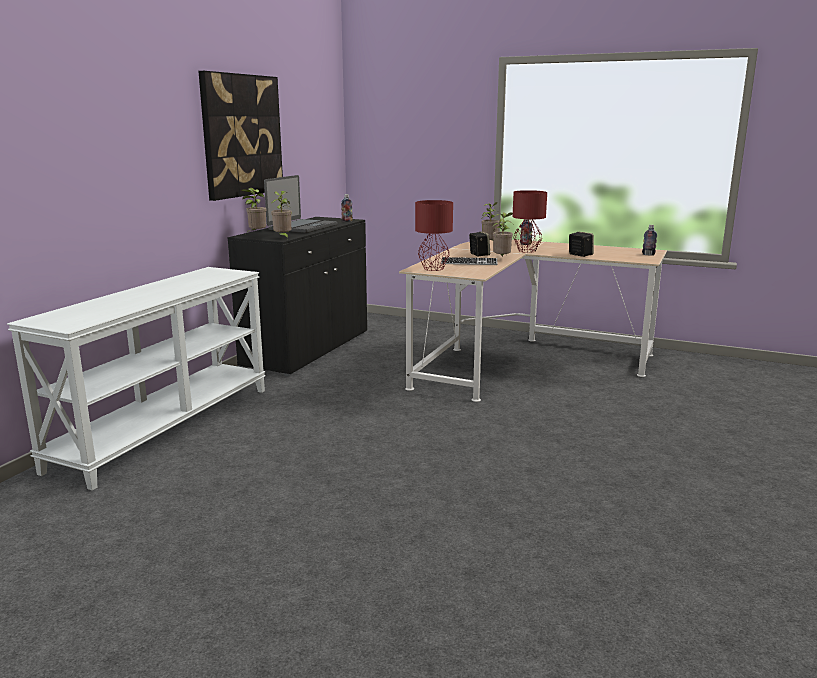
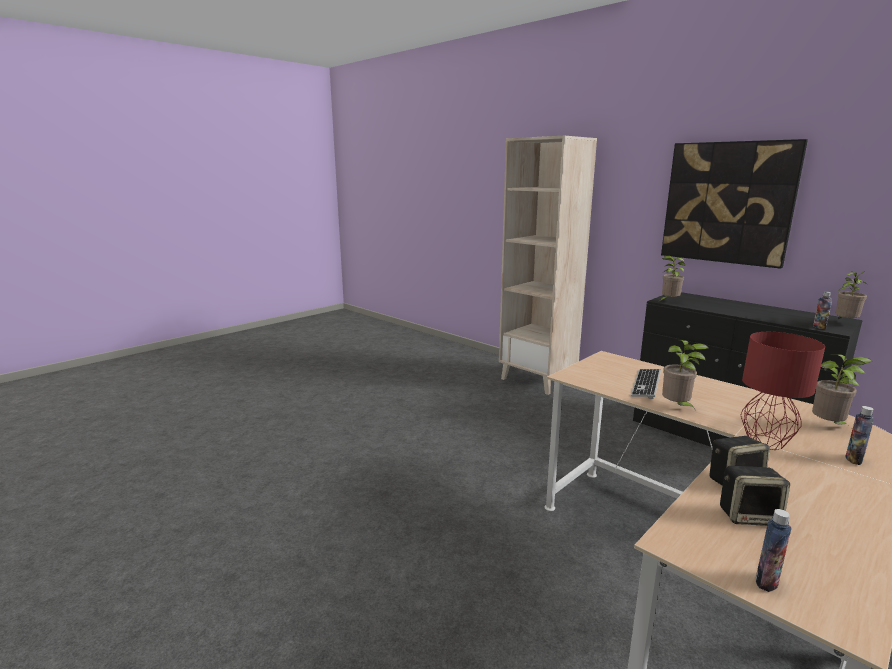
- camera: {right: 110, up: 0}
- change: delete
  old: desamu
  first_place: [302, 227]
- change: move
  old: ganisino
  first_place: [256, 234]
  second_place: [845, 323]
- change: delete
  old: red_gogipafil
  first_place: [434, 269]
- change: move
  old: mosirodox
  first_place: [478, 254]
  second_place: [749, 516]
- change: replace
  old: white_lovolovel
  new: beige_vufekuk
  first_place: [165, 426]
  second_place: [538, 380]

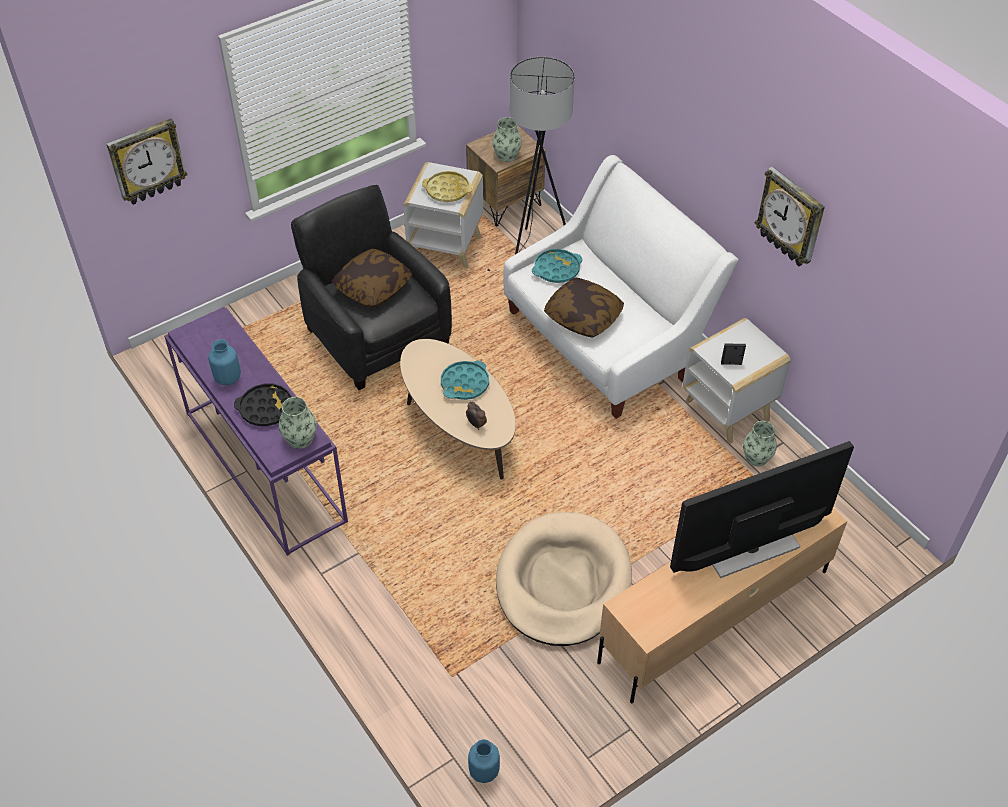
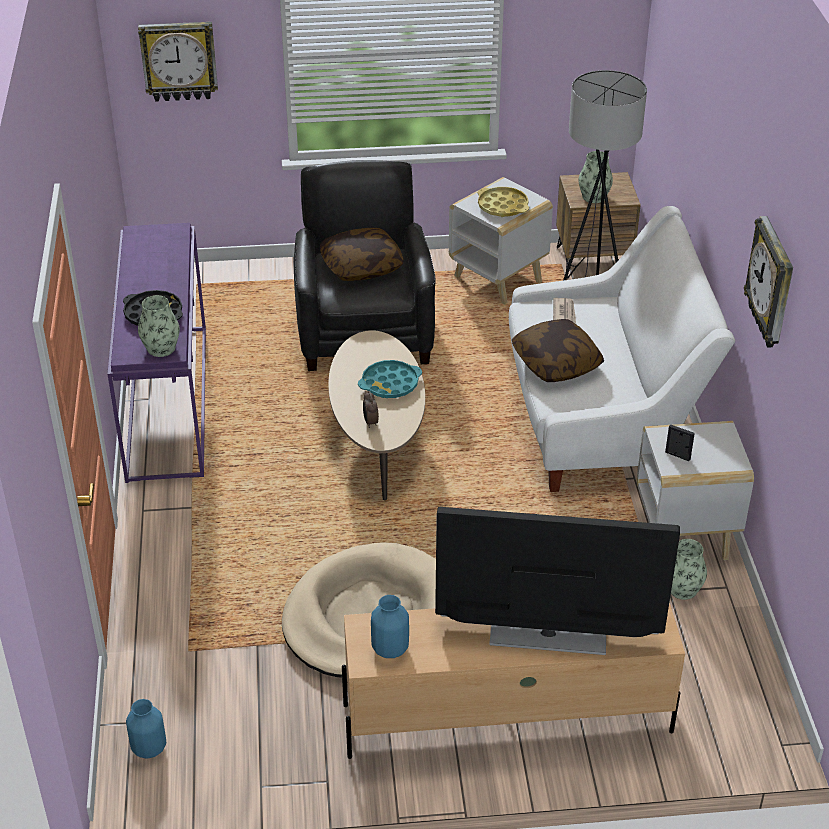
- camera: {right: 30, up: -10}
- change: replace
  old: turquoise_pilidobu
  new: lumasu
  first_place: [556, 269]
  second_place: [564, 313]
- change: move
  old: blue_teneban
  first_place: [228, 378]
  second_place: [391, 648]

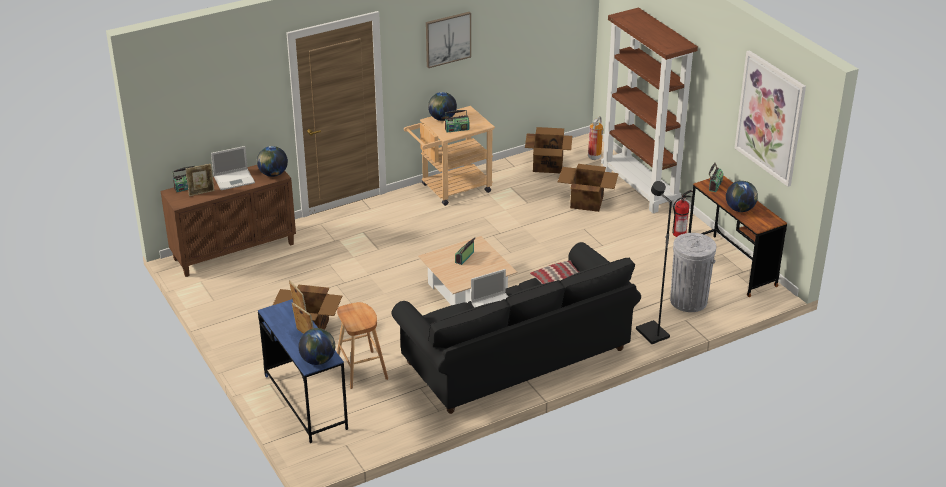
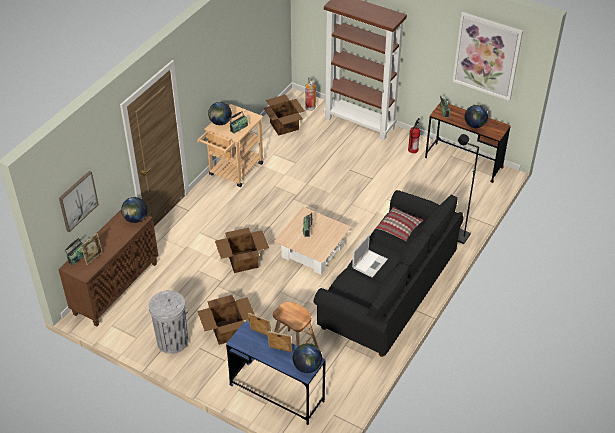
- camera: {right: -30, up: 10}
- change: move
  old: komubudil
  first_place: [448, 39]
  second_place: [78, 200]
- change: delete
  old: desamu
  first_place: [235, 179]
- change: move
  old: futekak
  first_place: [586, 201]
  second_place: [242, 261]
- change: move
  old: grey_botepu
  first_place: [688, 301]
  second_place: [172, 341]

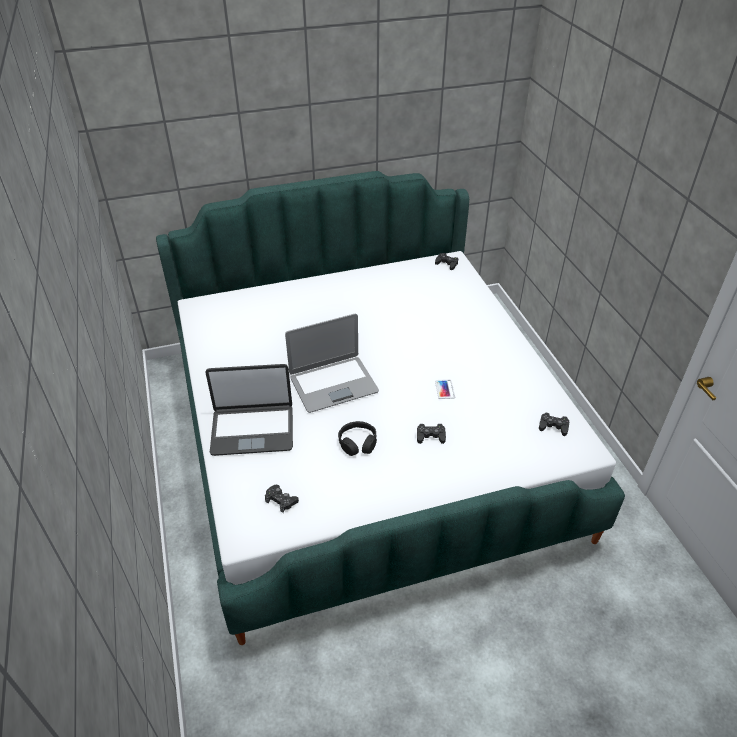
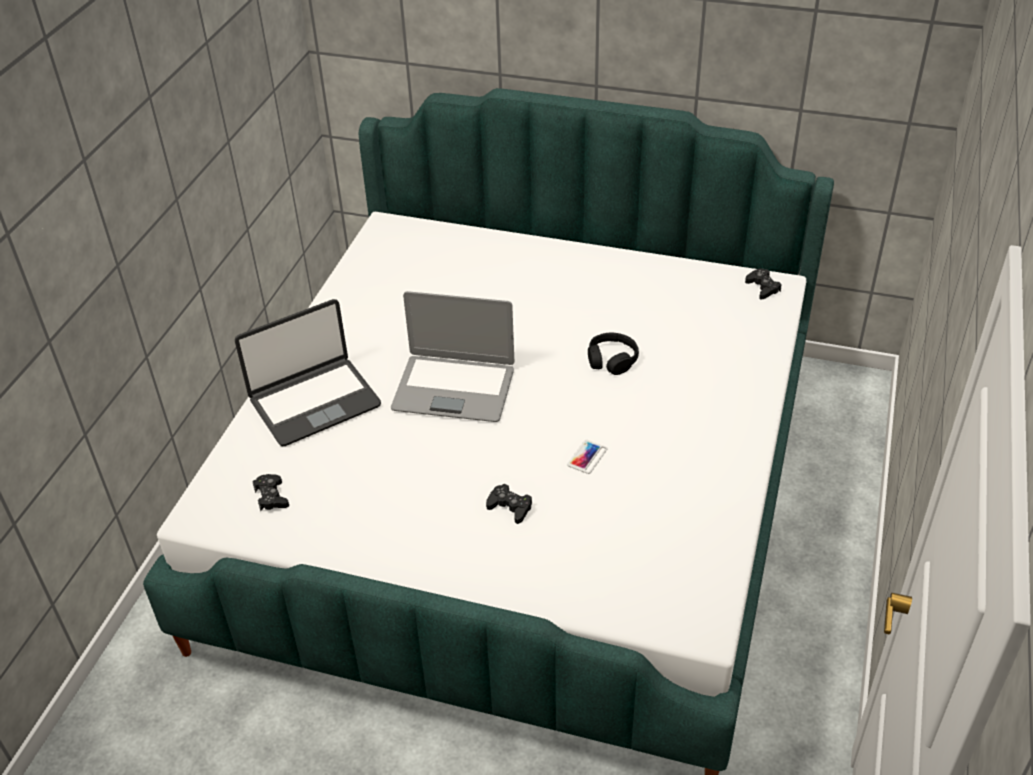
- camera: {right: 35, up: 0}
- change: rotate
  old: desamu
  first_place: [252, 430]
  second_place: [314, 402]
  degrees: -60
- change: delete
  old: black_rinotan
  first_place: [553, 426]
- change: move
  old: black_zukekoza
  first_place: [357, 443]
  second_place: [612, 360]

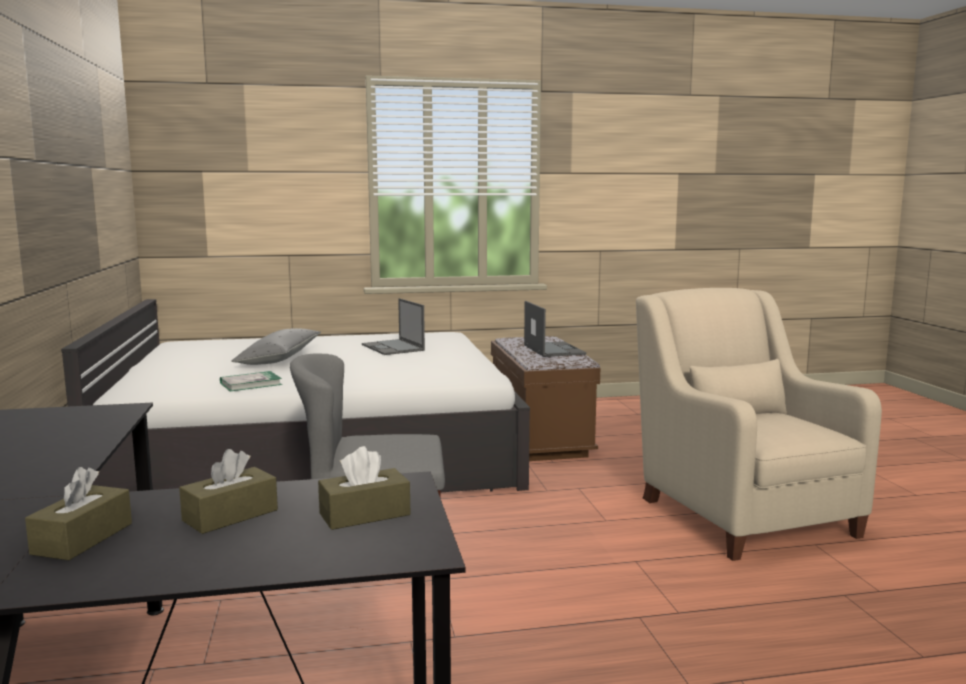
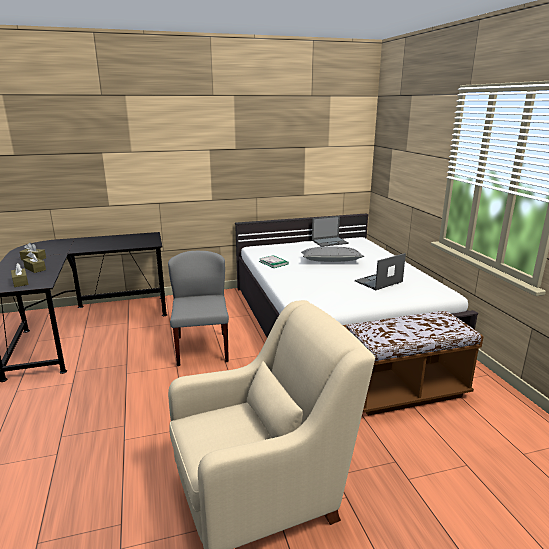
- camera: {right: 85, up: 10}
- change: move
  old: desamu
  first_place: [553, 349]
  second_place: [330, 242]

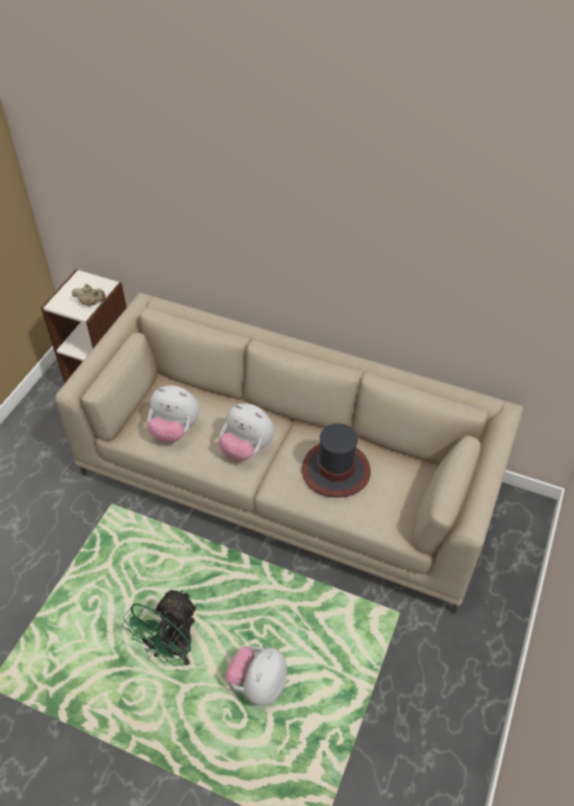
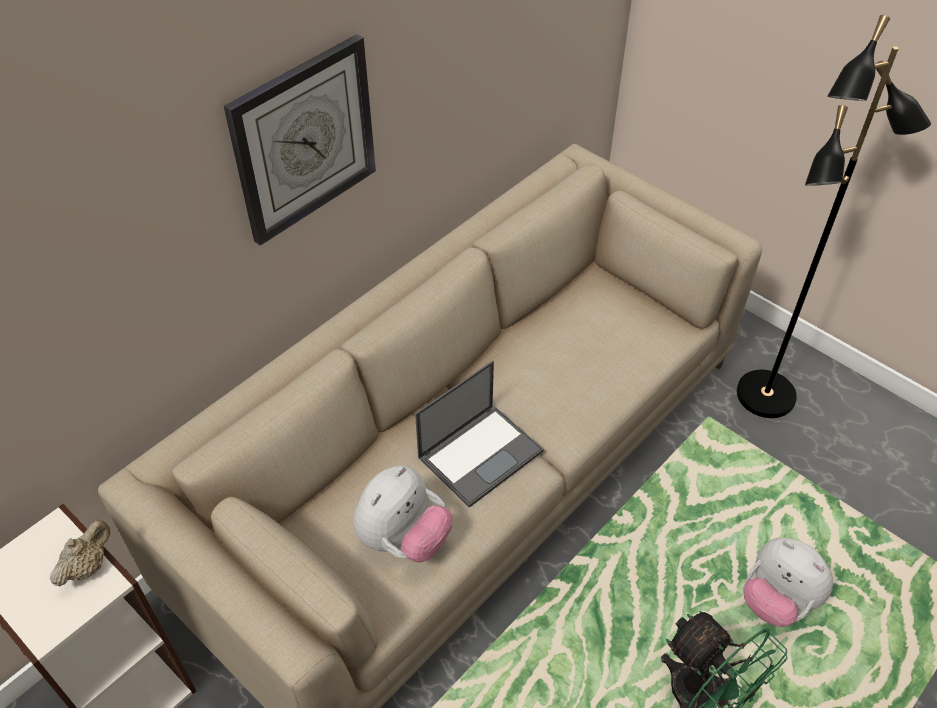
- camera: {right: -70, up: 0}
- change: replace
  old: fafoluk
  new: desamu
  first_place: [246, 448]
  second_place: [481, 453]
- change: delete
  old: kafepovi
  first_place: [336, 470]
- change: insert
  new: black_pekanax
  second_place: [766, 397]
- change: insert
  new: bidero
  second_place: [304, 139]

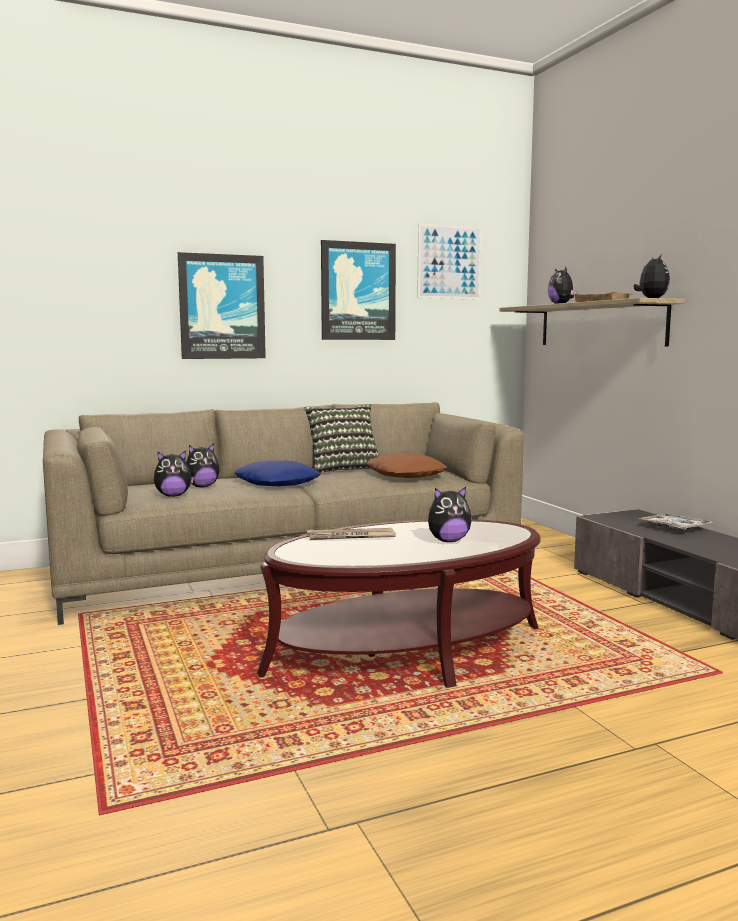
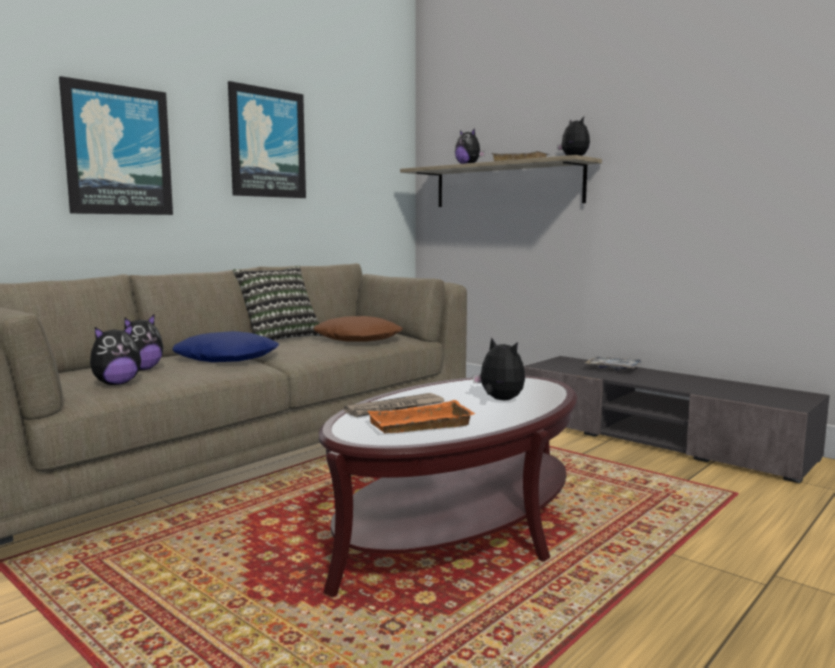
- camera: {right: -25, up: 0}
- change: delete
  old: komubudil
  first_place: [449, 262]
- change: rotate
  old: fafoluk
  first_place: [448, 541]
  second_place: [499, 400]
  degrees: -90
- change: insert
  new: orange_pilidobu
  second_place: [420, 426]

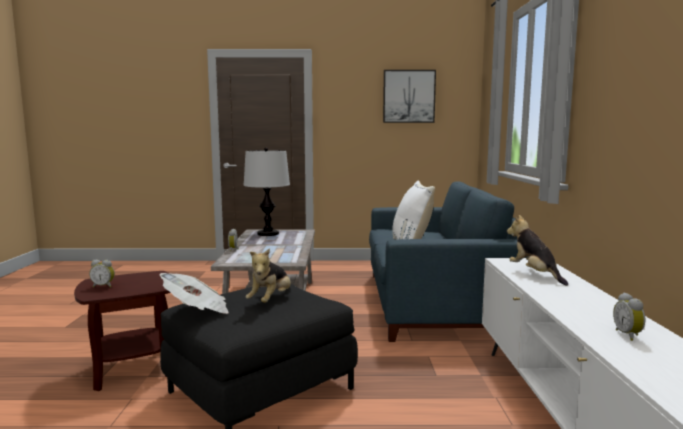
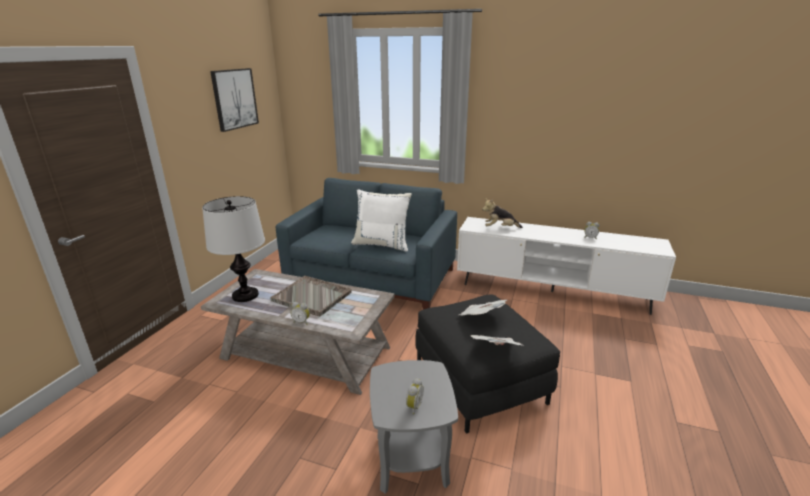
- camera: {right: -70, up: 15}
- change: replace
  old: fafoluk
  new: lumasu
  first_place: [271, 300]
  second_place: [481, 318]
- change: recolor
  old: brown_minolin
  new: grey_minolin
  first_place: [133, 368]
  second_place: [411, 459]
- change: insert
  new: grey_pilidobu
  second_place: [312, 297]

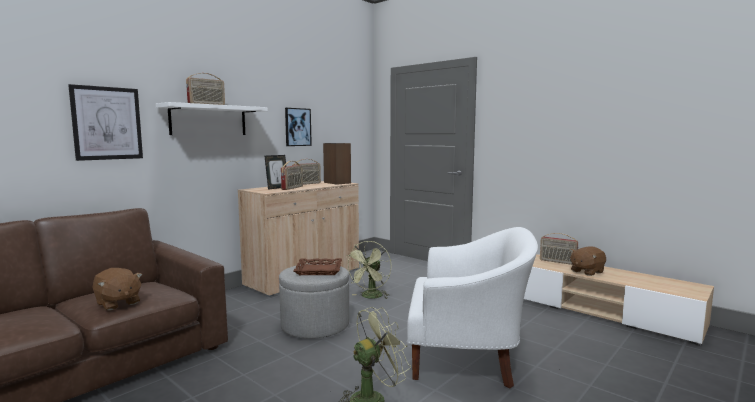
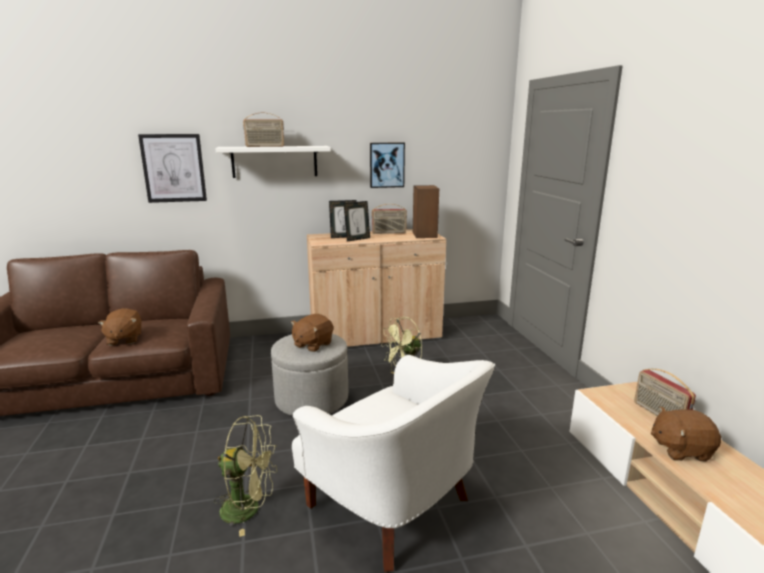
- camera: {right: 35, up: 10}
- change: replace
  old: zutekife
  new: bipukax
  first_place: [292, 188]
  second_place: [357, 239]
- change: replace
  old: brown_pilidobu
  new: brown_fafoluk
  first_place: [319, 270]
  second_place: [312, 344]

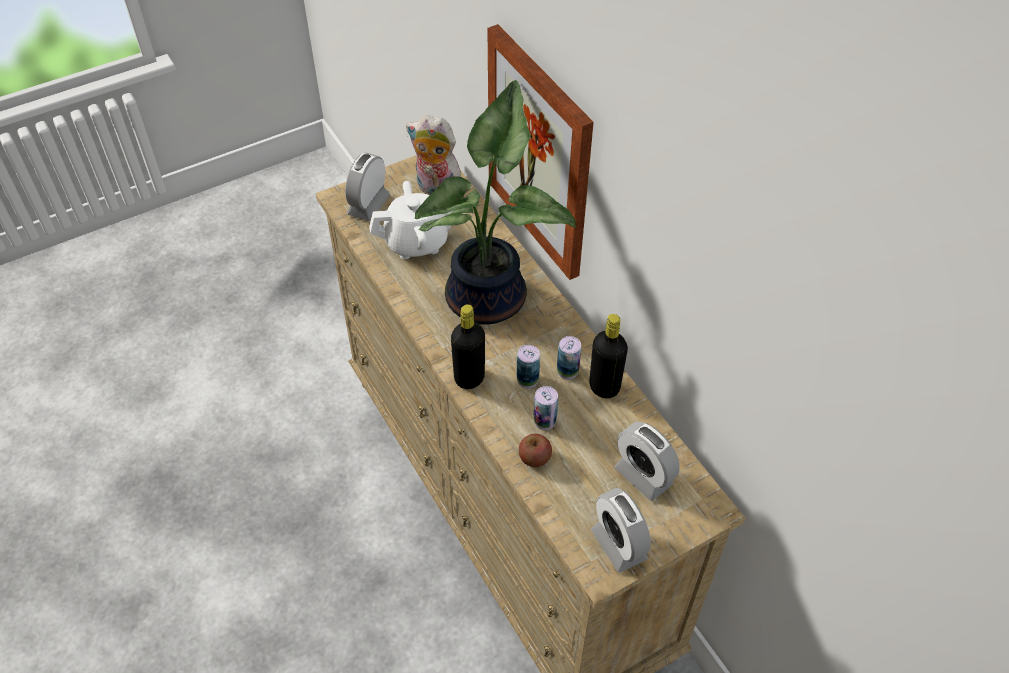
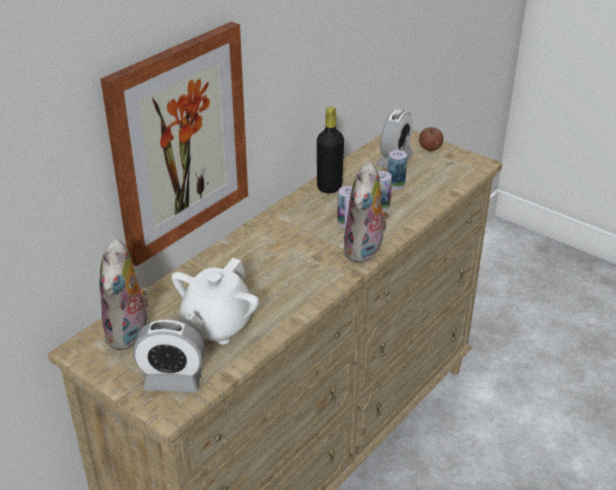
- camera: {right: -110, up: -15}
- change: delete
  old: ganisino
  first_place: [491, 297]
- change: rotate
  old: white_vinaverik
  first_place: [417, 242]
  second_place: [217, 326]
  degrees: -120
- change: replace
  old: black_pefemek
  new: fafoluk
  first_place: [469, 378]
  second_place: [365, 251]
- change: move
  old: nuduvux
  first_place: [567, 371]
  second_place: [395, 184]
- change: move
  old: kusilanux
  first_place: [534, 458]
  second_place: [430, 148]
- change: delete
  old: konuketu
  first_place: [618, 544]

